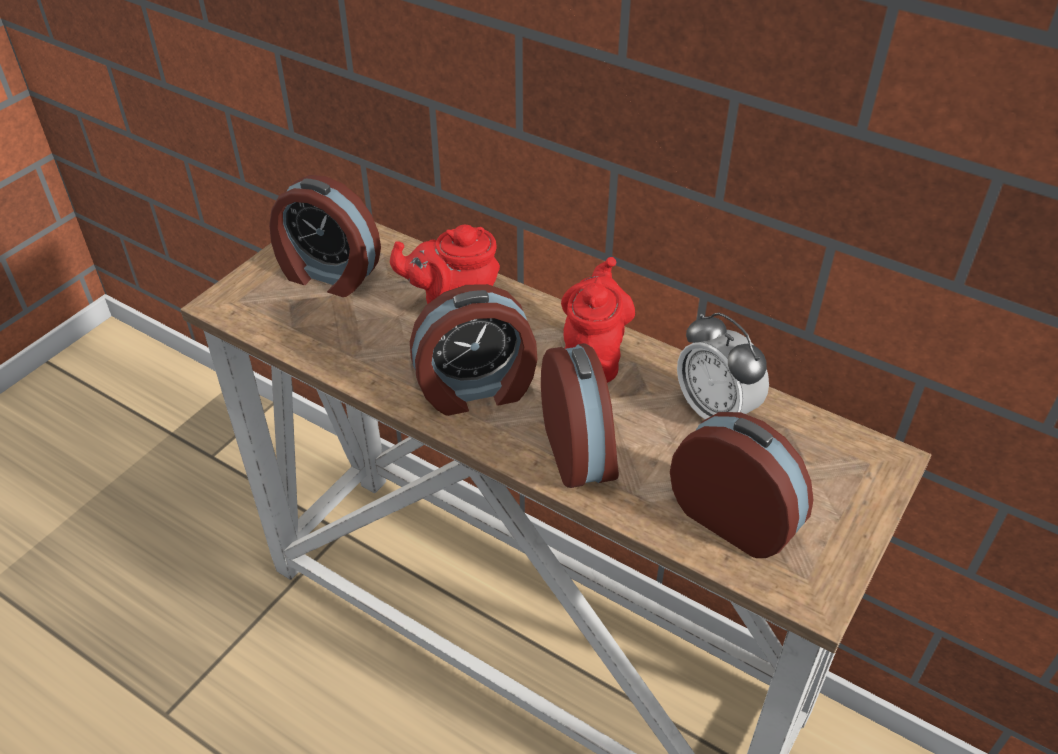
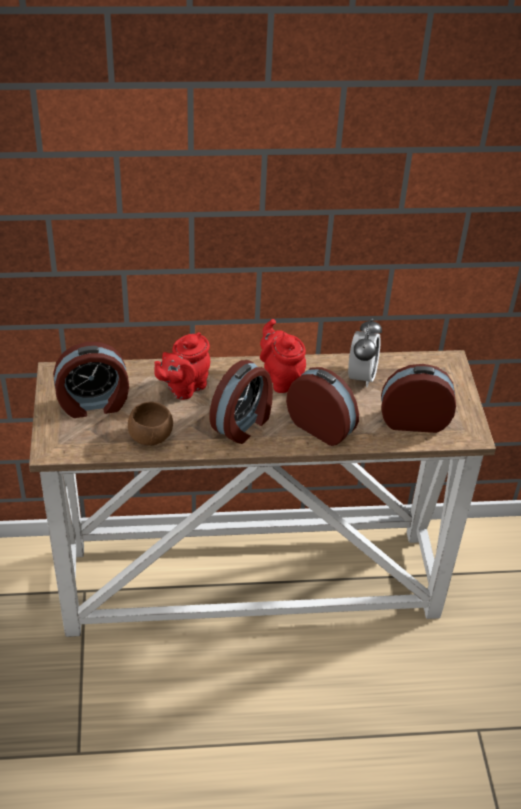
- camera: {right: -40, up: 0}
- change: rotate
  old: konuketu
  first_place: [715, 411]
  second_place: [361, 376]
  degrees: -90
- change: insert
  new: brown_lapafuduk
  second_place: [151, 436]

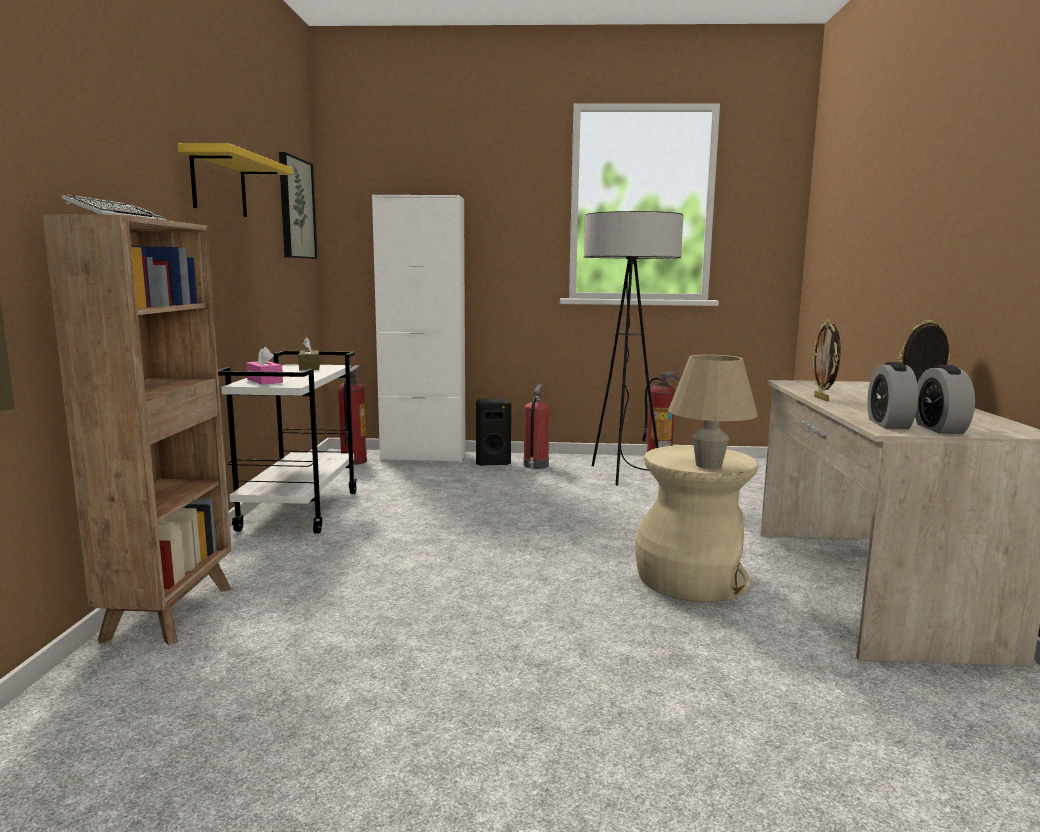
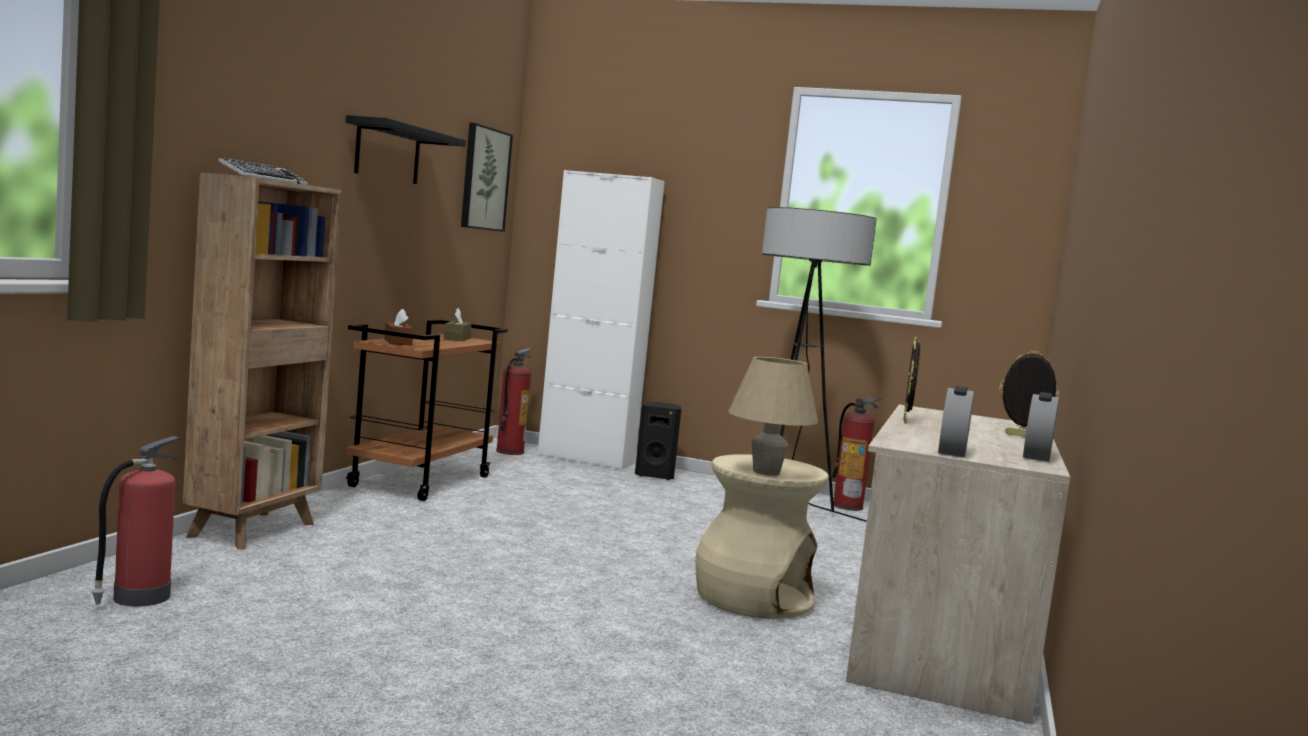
- camera: {right: 15, up: -5}
- change: recolor
  old: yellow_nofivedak
  new: black_nofivedak
  first_place: [219, 184]
  second_place: [388, 152]
- change: recolor
  old: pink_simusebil
  new: brown_simusebil
  first_place: [265, 381]
  second_place: [398, 342]
- change: recolor
  old: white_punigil
  new: brown_punigil
  first_place: [299, 510]
  second_place: [421, 481]
- change: move
  old: konuketu
  first_place: [888, 424]
  second_place: [1036, 456]
- change: move
  old: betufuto
  first_place: [535, 465]
  second_place: [139, 598]

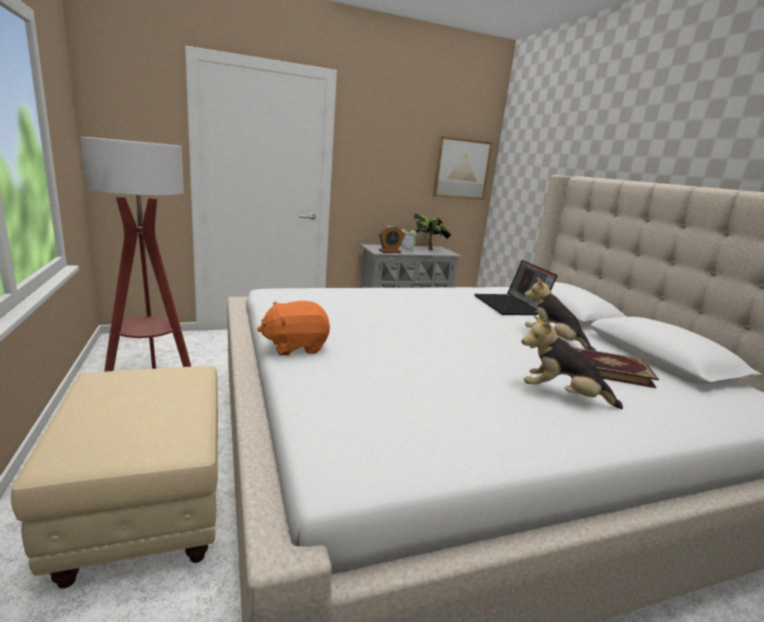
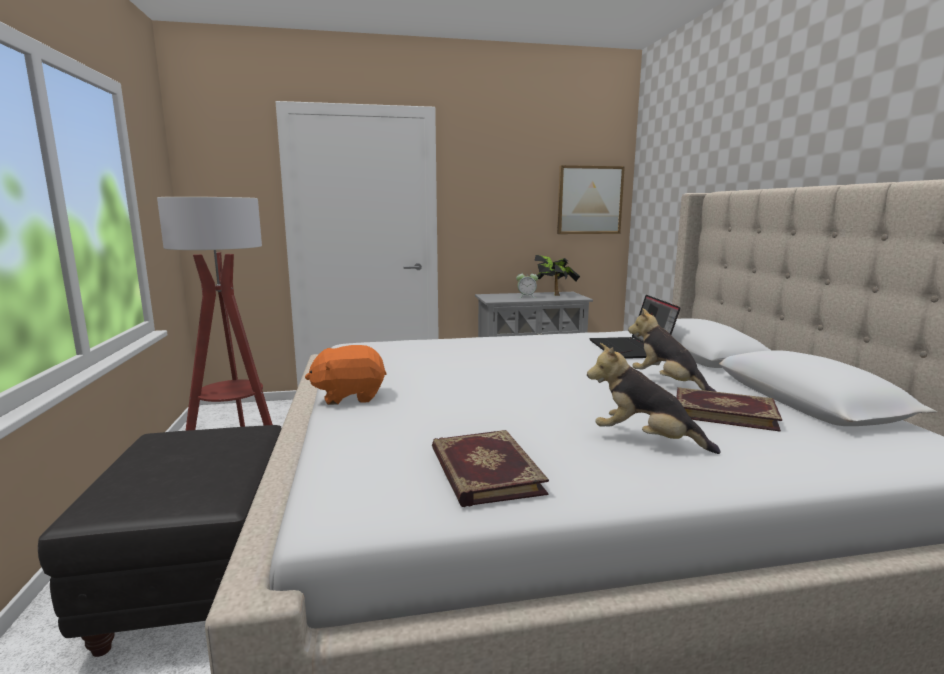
- camera: {right: 10, up: -5}
- change: delete
  old: konuketu
  first_place: [390, 251]
- change: recolor
  old: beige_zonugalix
  new: black_zonugalix
  first_place: [147, 509]
  second_place: [200, 581]
- change: insert
  new: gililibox
  second_place: [483, 471]

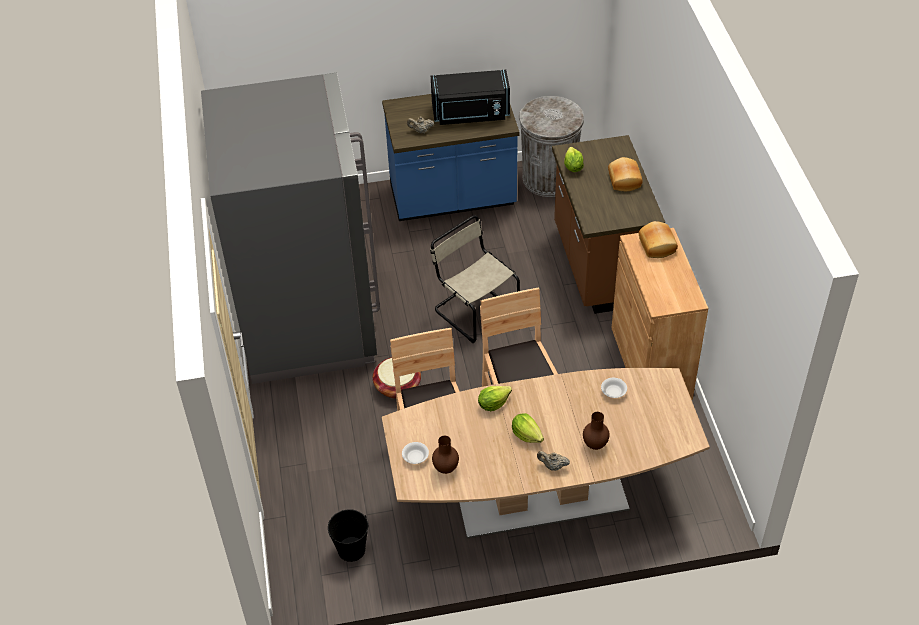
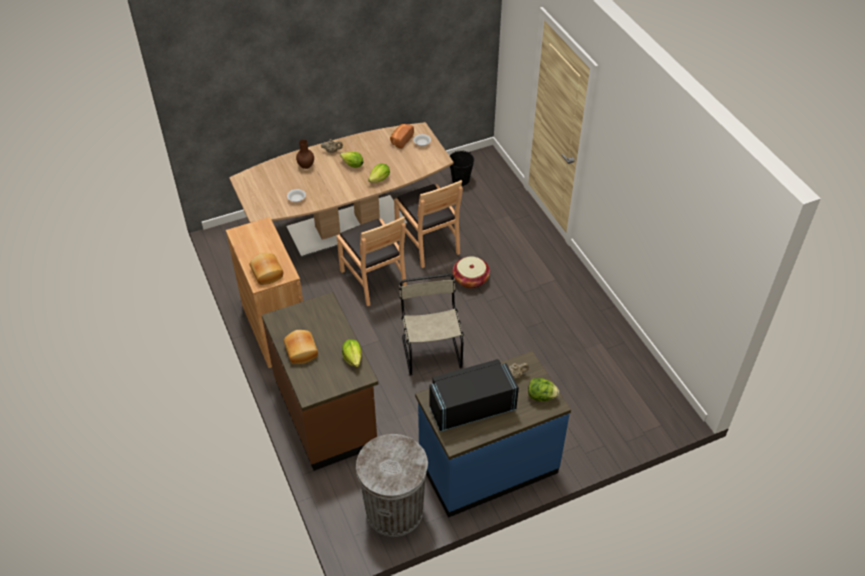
- camera: {right: 165, up: 0}
- change: delete
  old: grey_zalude
  first_place: [307, 321]
- change: rotate
  old: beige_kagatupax
  first_place: [473, 310]
  second_place: [431, 350]
  degrees: -135
- change: replace
  old: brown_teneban
  new: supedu
  first_place: [445, 468]
  second_place: [401, 140]
- change: insert
  new: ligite
  second_place: [541, 396]

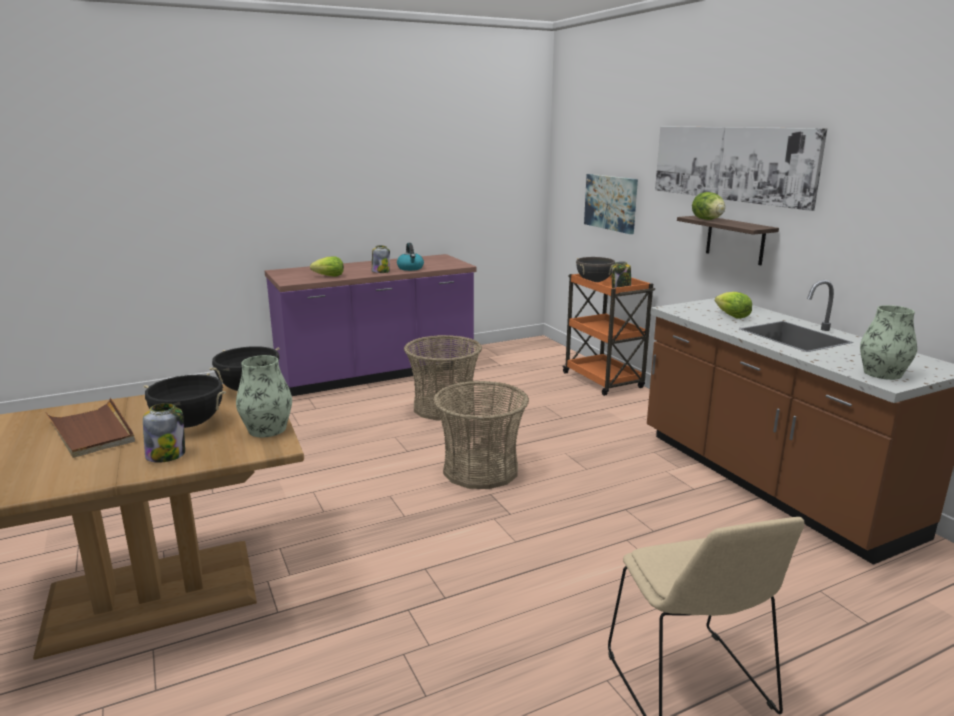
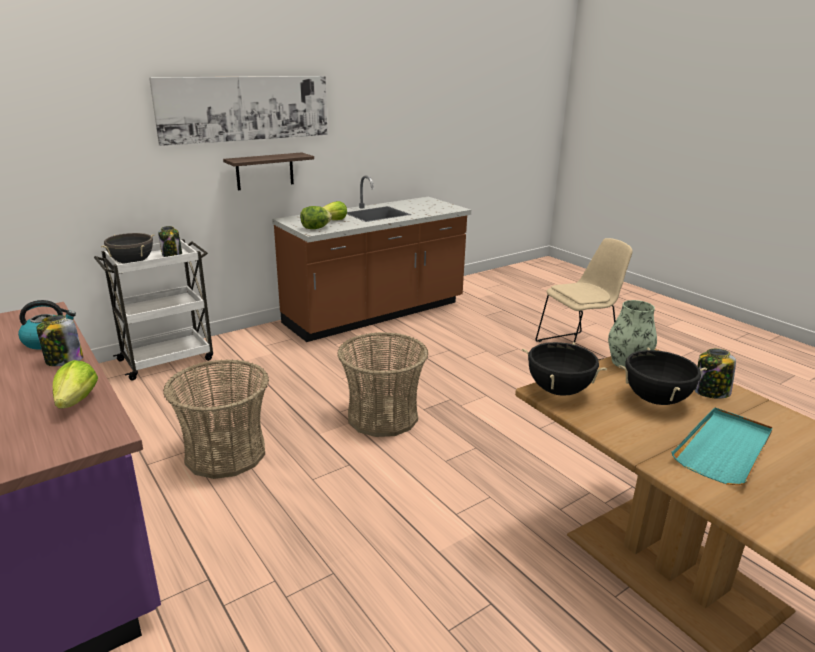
- camera: {right: -100, up: 5}
- change: delete
  old: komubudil
  first_place: [611, 202]
- change: move
  old: ligite
  first_place: [707, 220]
  second_place: [315, 228]
- change: recolor
  old: orange_punigil
  new: white_punigil
  first_place: [603, 381]
  second_place: [168, 359]
- change: delete
  old: teneban
  first_place: [882, 373]
- change: recolor
  old: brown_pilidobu
  new: turquoise_pilidobu
  first_place: [92, 431]
  second_place: [724, 448]

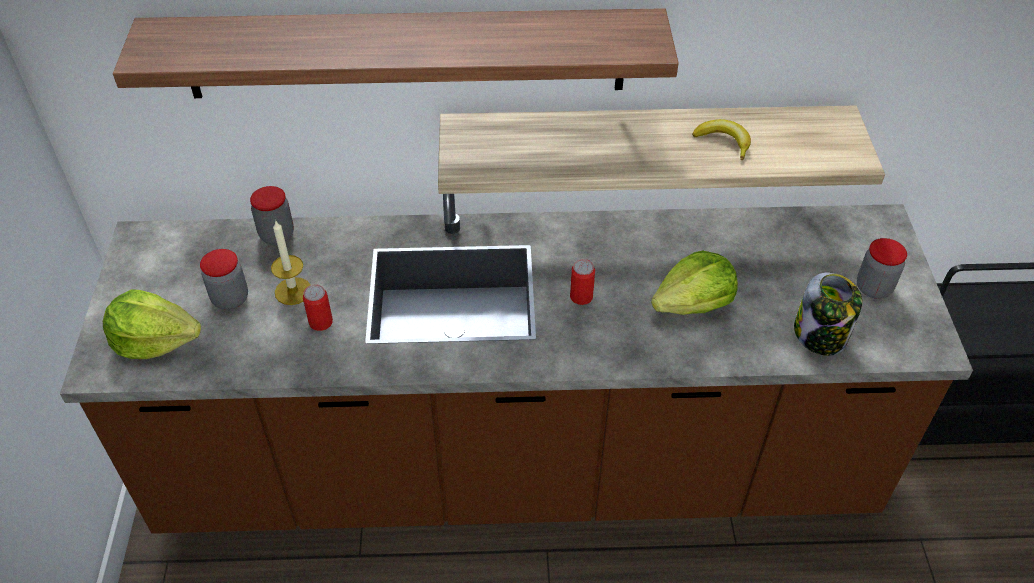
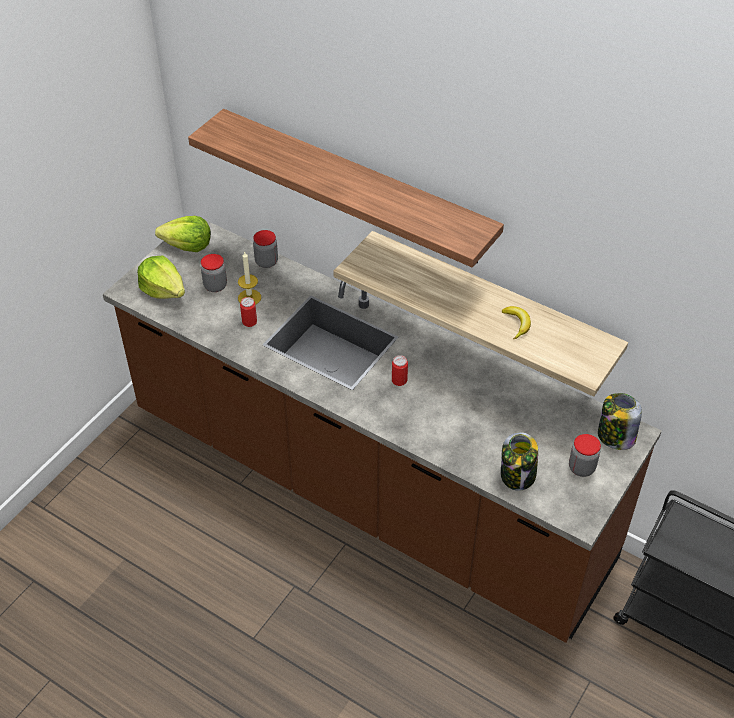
- camera: {right: 35, up: 0}
- change: move
  old: ligite
  first_place: [693, 304]
  second_place: [187, 246]
- change: insert
  new: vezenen
  second_place: [615, 436]

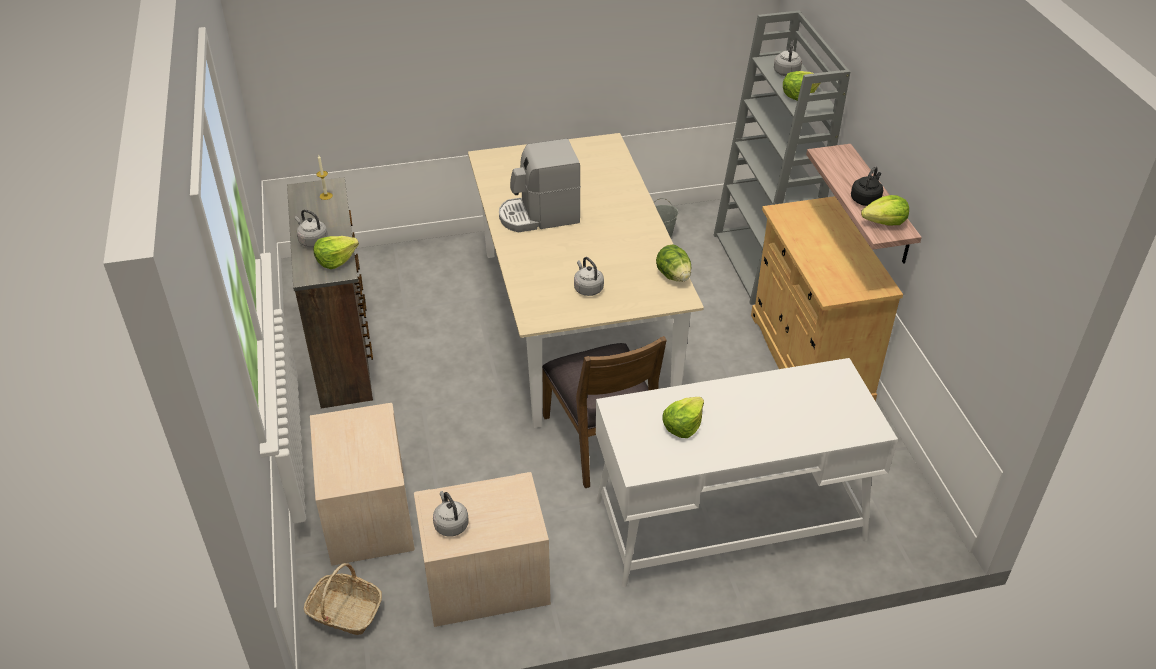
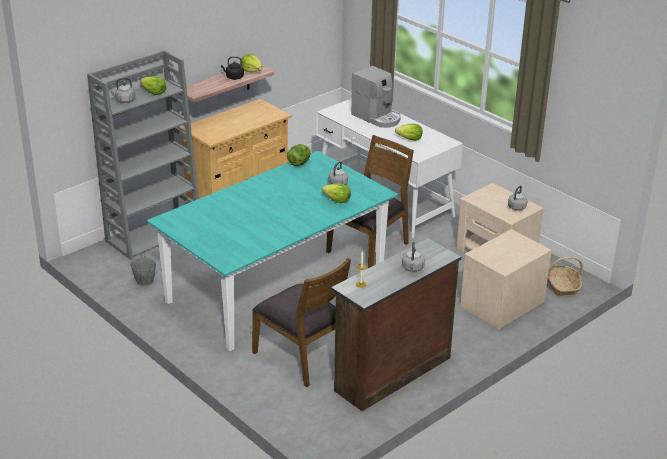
- camera: {right: -120, up: -10}
- change: recolor
  old: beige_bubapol
  new: turquoise_bubapol
  first_place: [576, 323]
  second_place: [276, 286]
- change: move
  old: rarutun
  first_place: [539, 216]
  second_place: [377, 117]
- change: move
  old: ligite
  first_place: [336, 260]
  second_place: [337, 200]
- change: insert
  new: brown_kagatupax
  second_place: [302, 356]

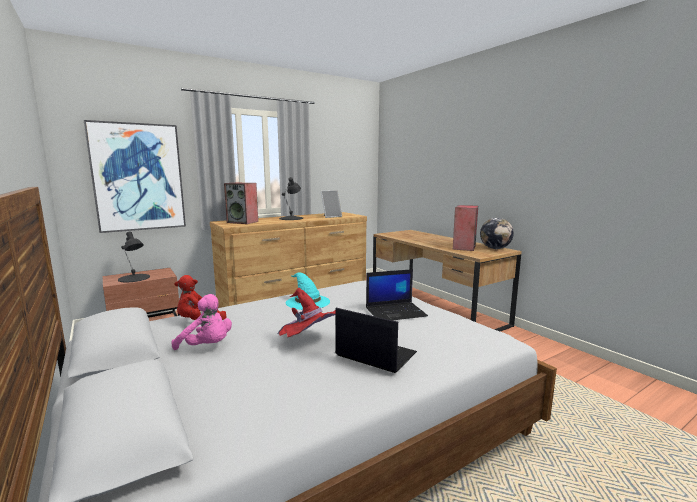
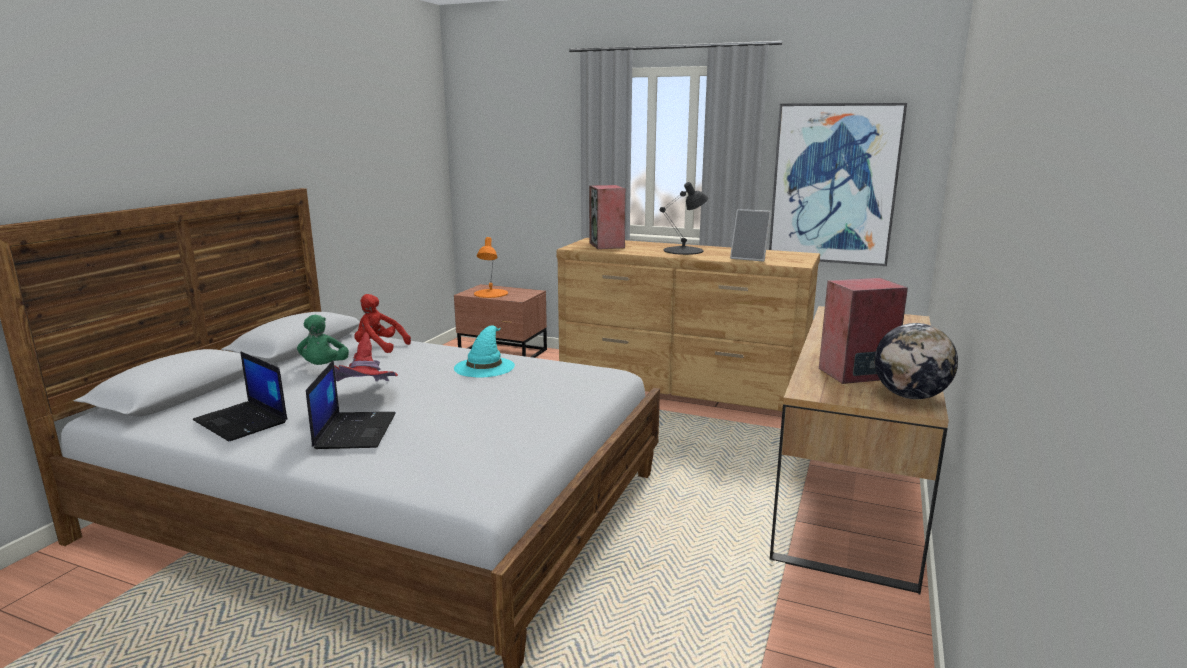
- camera: {right: 55, up: 5}
- change: move
  old: komubudil
  first_place: [138, 177]
  second_place: [834, 184]
- change: recolor
  old: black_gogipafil
  new: orange_gogipafil
  first_place: [134, 278]
  second_place: [490, 293]
- change: move
  old: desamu
  first_place: [396, 312]
  second_place: [242, 421]
- change: recolor
  old: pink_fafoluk
  new: green_fafoluk
  first_place: [207, 347]
  second_place: [324, 368]

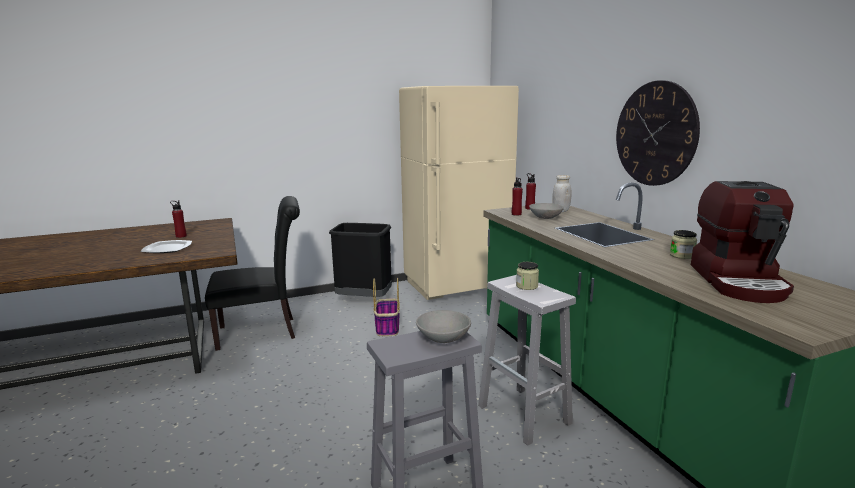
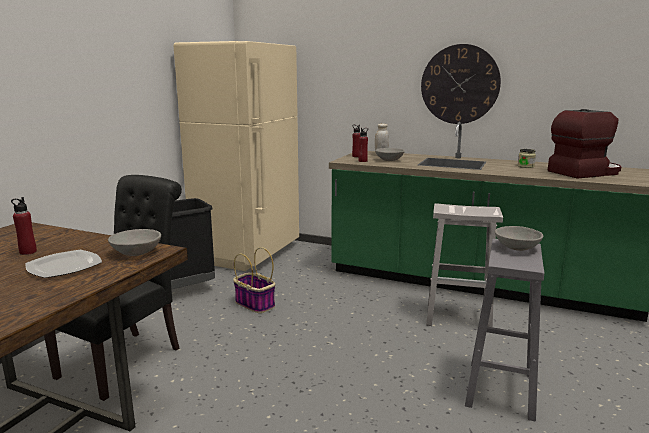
- camera: {right: -45, up: 0}
- change: rotate
  old: rarutun
  first_place: [739, 282]
  second_place: [584, 172]
  degrees: -75
- change: delete
  old: vezenen
  first_place: [527, 286]
- change: insert
  new: grey_lapafuduk
  second_place: [136, 253]

